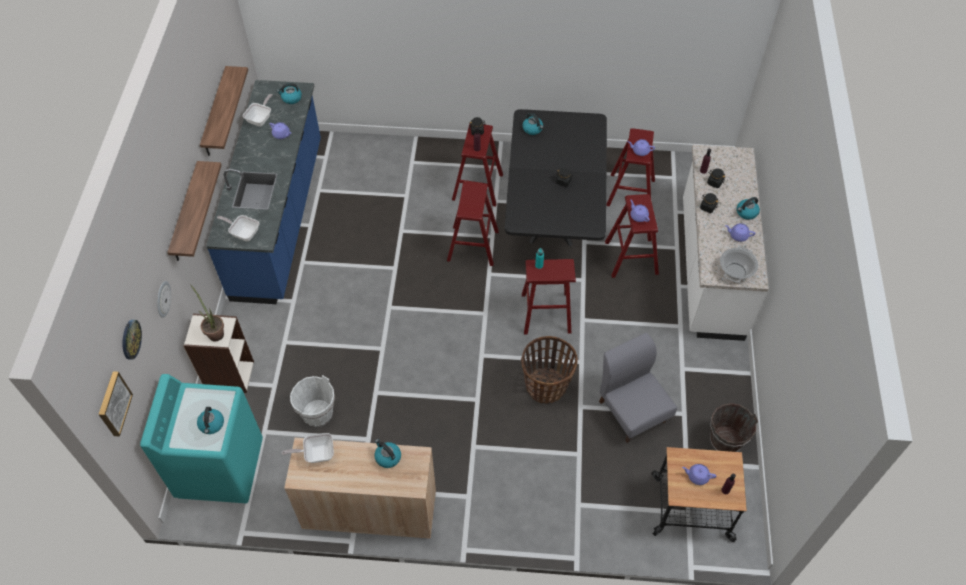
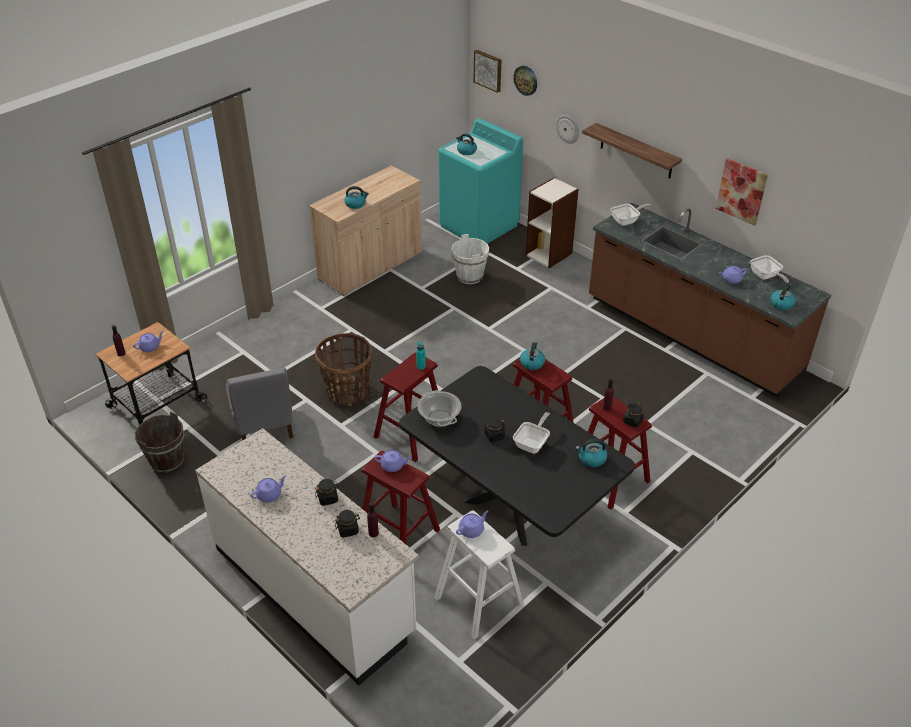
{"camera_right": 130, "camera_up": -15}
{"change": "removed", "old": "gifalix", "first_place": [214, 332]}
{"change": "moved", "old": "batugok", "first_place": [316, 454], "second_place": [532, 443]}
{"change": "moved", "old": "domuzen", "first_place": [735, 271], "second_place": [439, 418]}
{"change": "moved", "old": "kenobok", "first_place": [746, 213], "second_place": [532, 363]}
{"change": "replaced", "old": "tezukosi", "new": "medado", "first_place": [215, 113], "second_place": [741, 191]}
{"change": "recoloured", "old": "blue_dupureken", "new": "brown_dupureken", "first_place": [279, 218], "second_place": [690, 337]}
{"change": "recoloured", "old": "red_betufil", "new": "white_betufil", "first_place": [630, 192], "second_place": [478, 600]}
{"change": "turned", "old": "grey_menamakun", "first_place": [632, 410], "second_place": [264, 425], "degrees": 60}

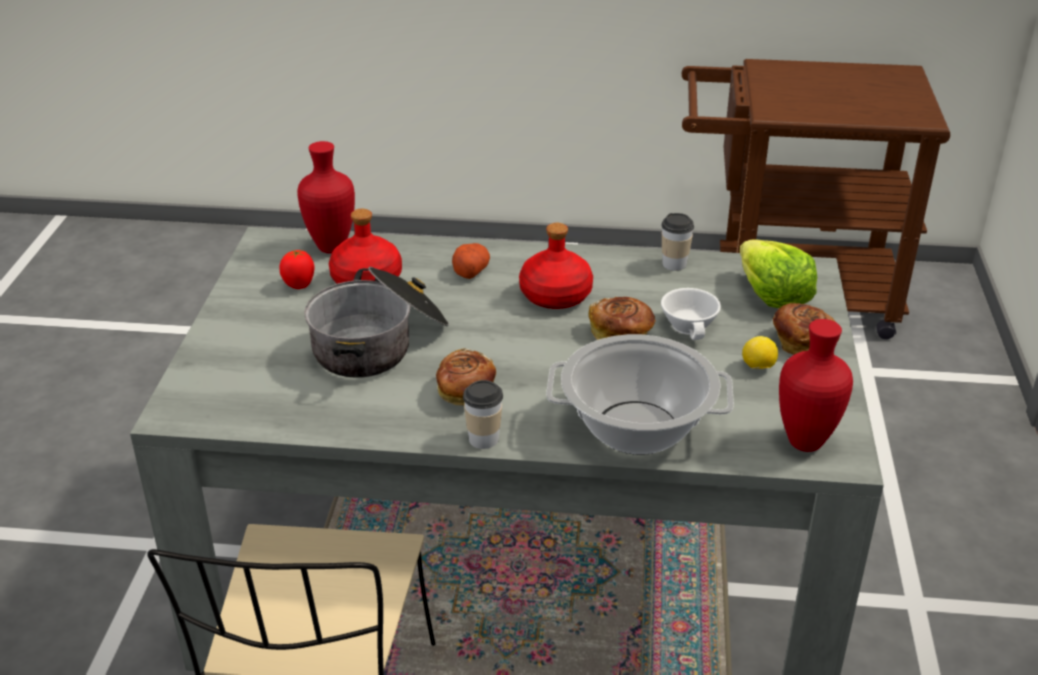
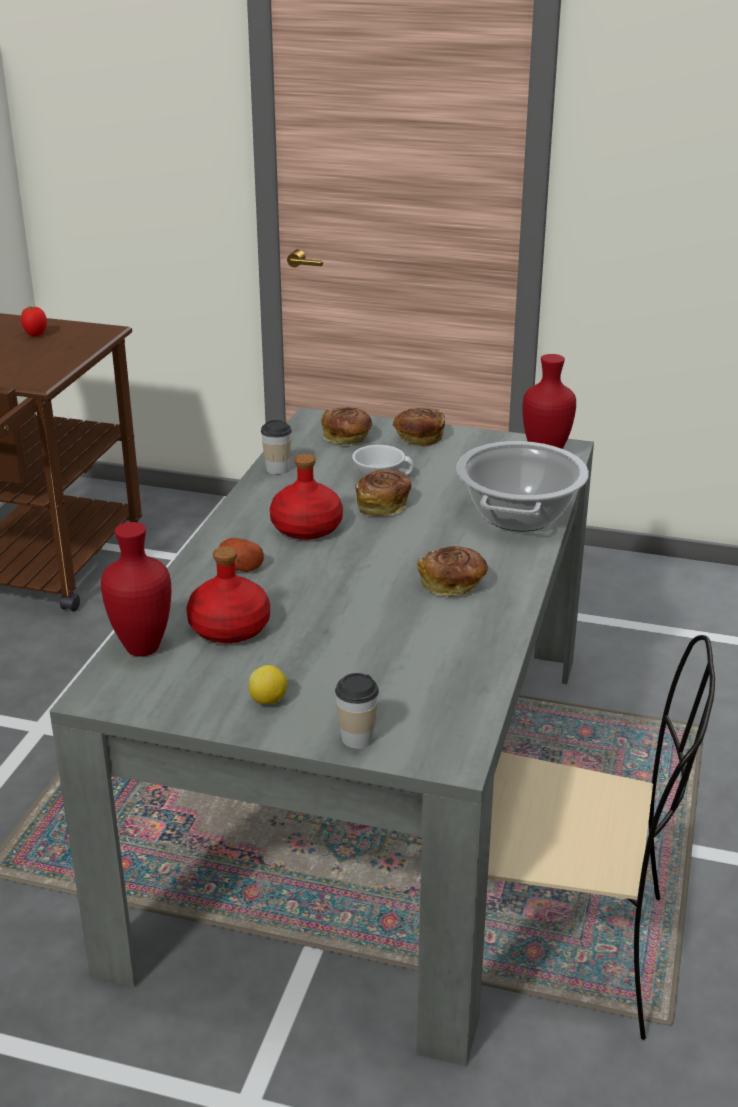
{"camera_right": -80, "camera_up": -5}
{"change": "removed", "old": "domuzen", "first_place": [380, 344]}
{"change": "moved", "old": "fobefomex", "first_place": [299, 286], "second_place": [35, 335]}
{"change": "moved", "old": "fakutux", "first_place": [483, 439], "second_place": [357, 738]}
{"change": "moved", "old": "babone", "first_place": [758, 367], "second_place": [268, 701]}
{"change": "replaced", "old": "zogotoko", "new": "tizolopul", "first_place": [772, 295], "second_place": [347, 438]}

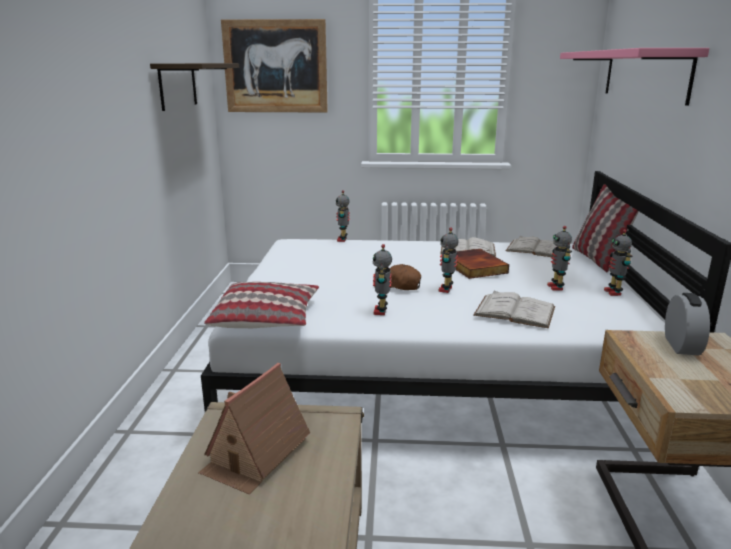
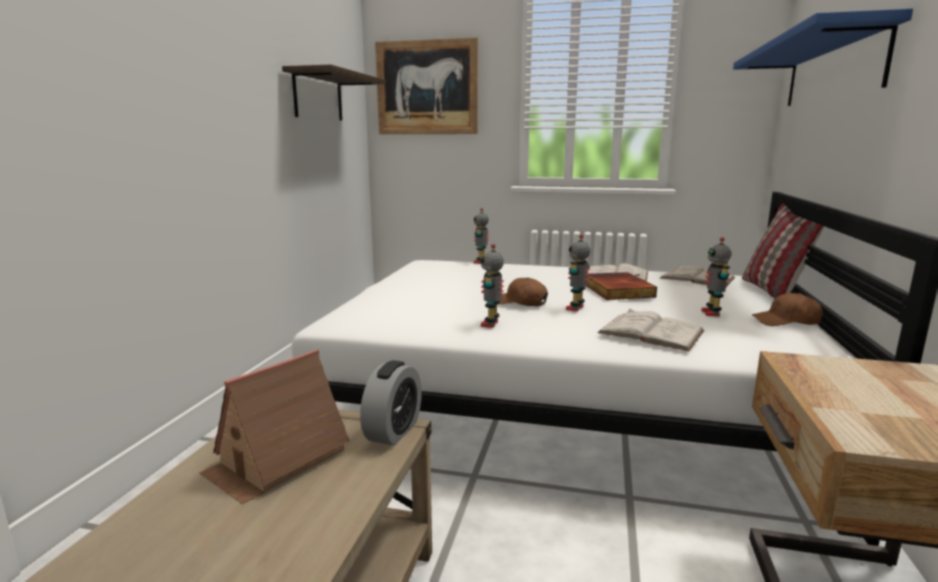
{"camera_right": 10, "camera_up": -5}
{"change": "removed", "old": "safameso", "first_place": [266, 318]}
{"change": "moved", "old": "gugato", "first_place": [681, 346], "second_place": [393, 431]}
{"change": "replaced", "old": "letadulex", "new": "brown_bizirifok", "first_place": [614, 292], "second_place": [786, 321]}
{"change": "recoloured", "old": "pink_tezukosi", "new": "blue_tezukosi", "first_place": [644, 74], "second_place": [832, 70]}

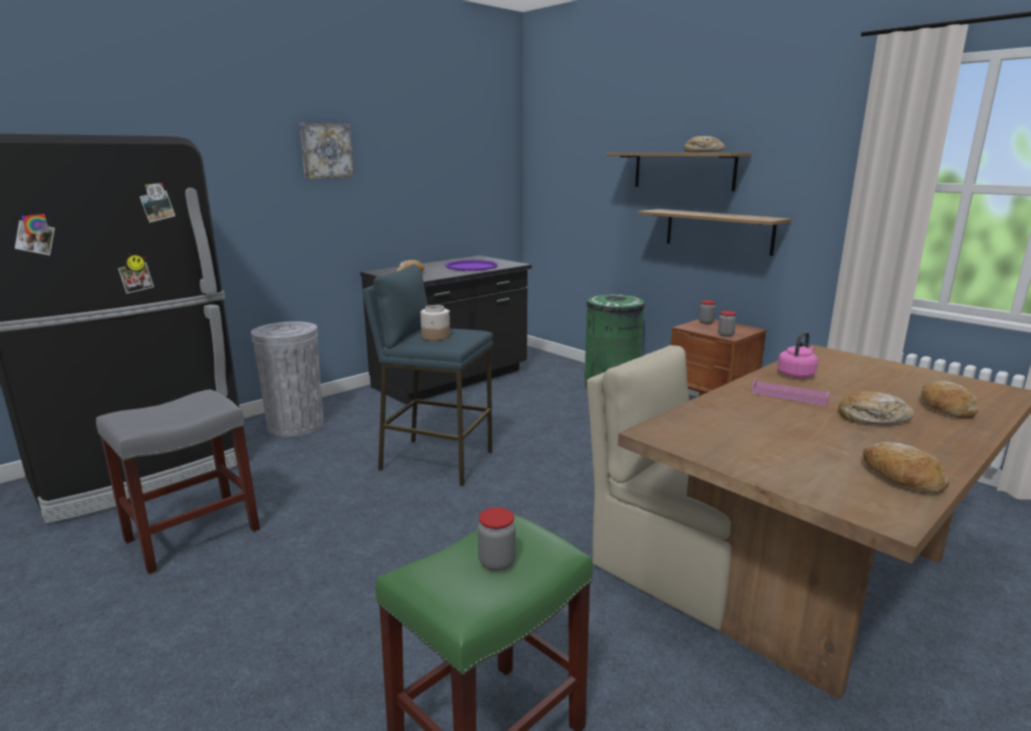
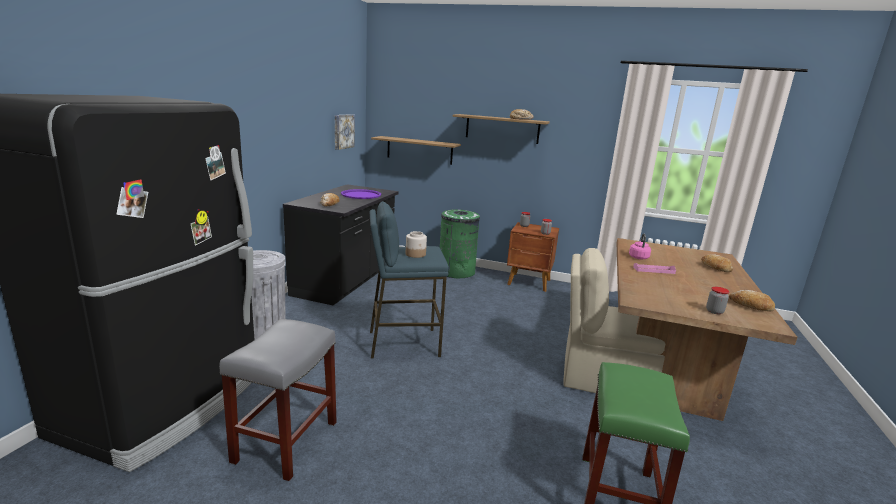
{"camera_right": -30, "camera_up": 0}
{"change": "removed", "old": "tizolopul", "first_place": [872, 418]}
{"change": "moved", "old": "medado", "first_place": [326, 151], "second_place": [343, 131]}
{"change": "moved", "old": "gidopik", "first_place": [497, 562], "second_place": [714, 311]}
{"change": "moved", "old": "tezukosi", "first_place": [718, 231], "second_place": [419, 150]}

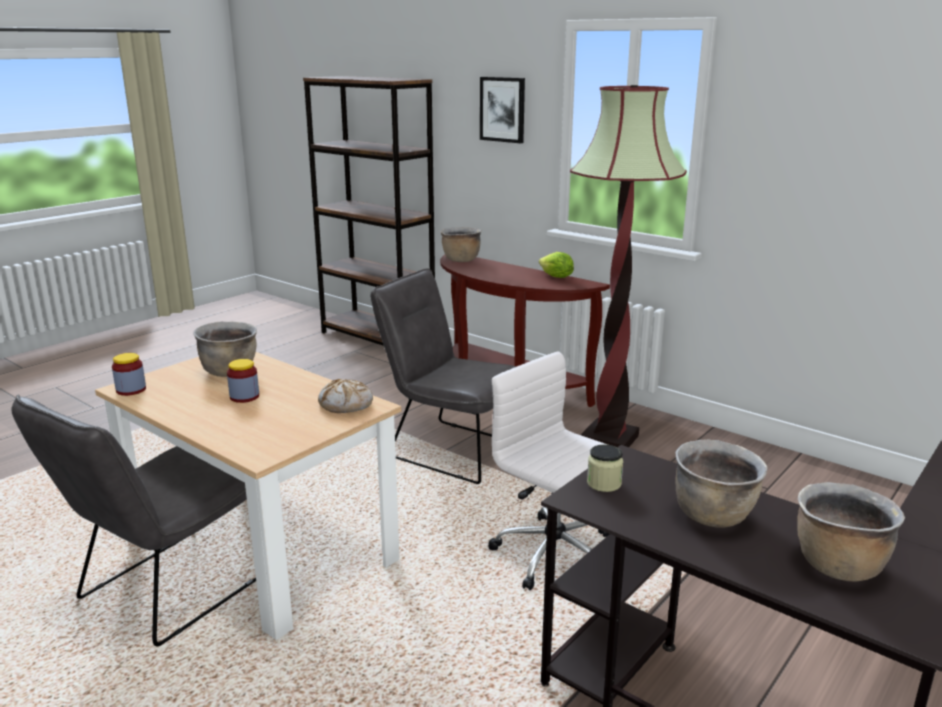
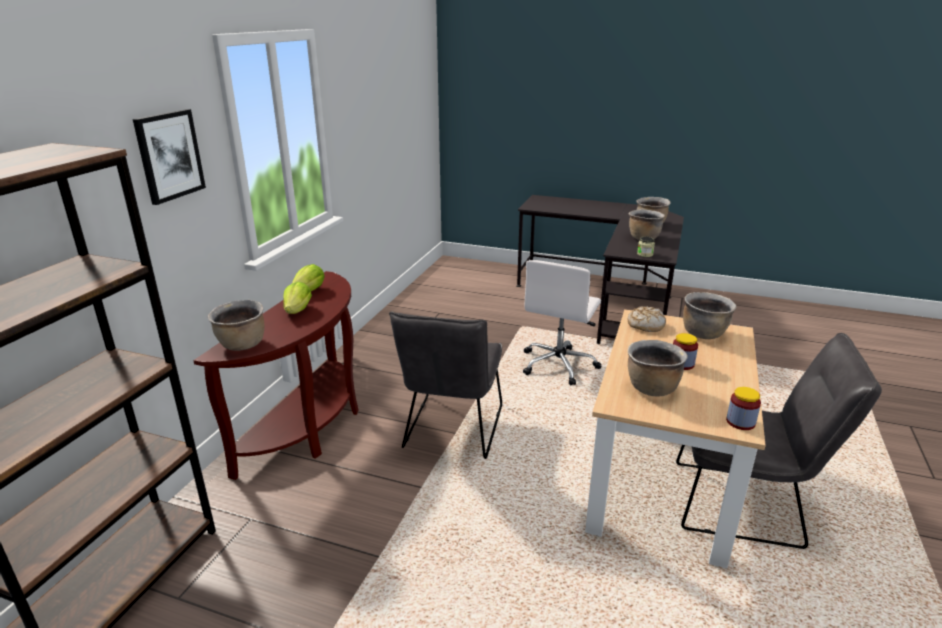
{"camera_right": -110, "camera_up": 5}
{"change": "removed", "old": "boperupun", "first_place": [609, 439]}
{"change": "added", "new": "zogotoko", "second_place": [298, 310]}
{"change": "added", "new": "brown_domuzen", "second_place": [703, 333]}

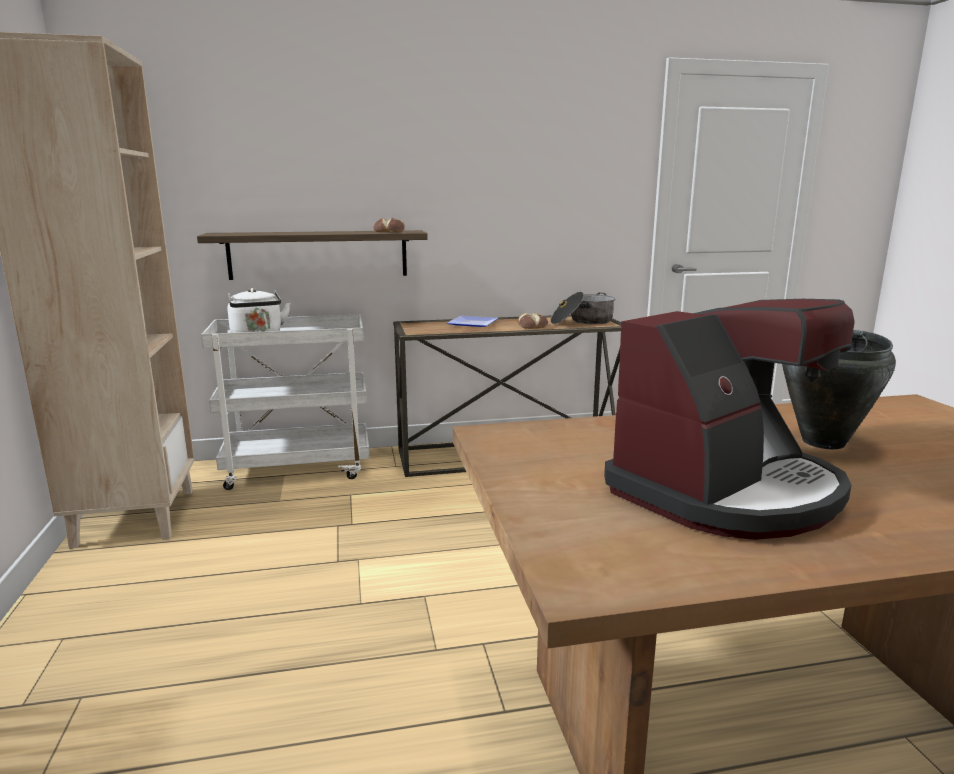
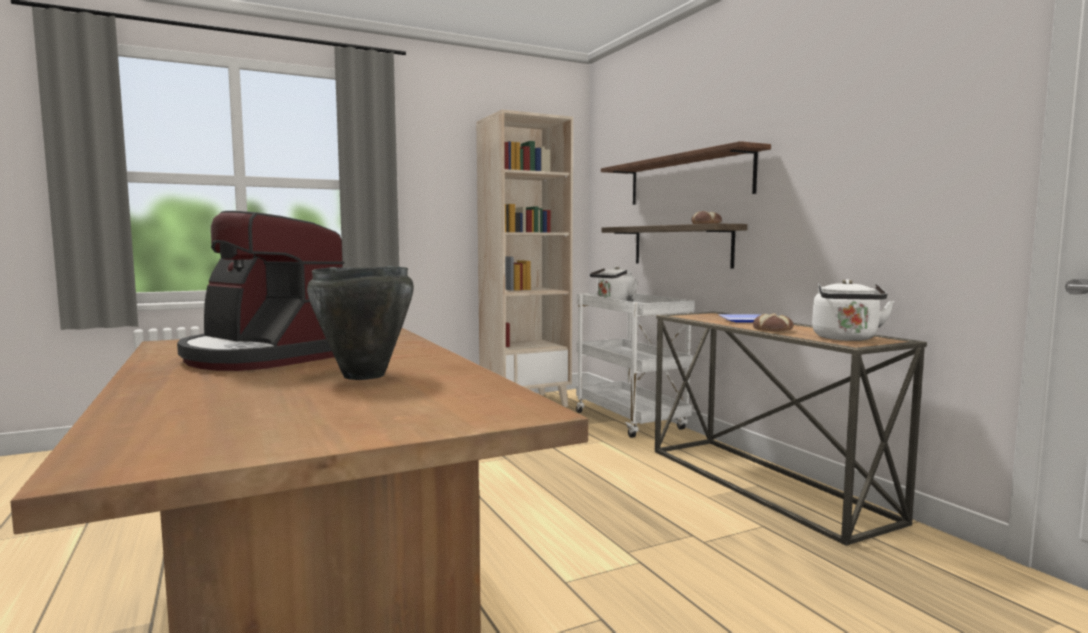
{"camera_right": 75, "camera_up": -10}
{"change": "added", "new": "tezukosi", "second_place": [687, 179]}
{"change": "replaced", "old": "domuzen", "new": "white_kenobok", "first_place": [582, 321], "second_place": [846, 339]}

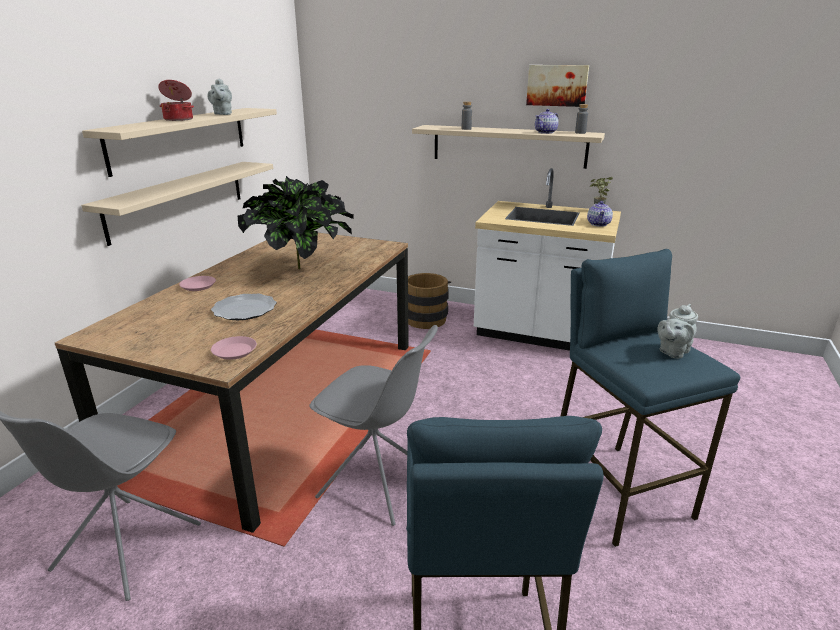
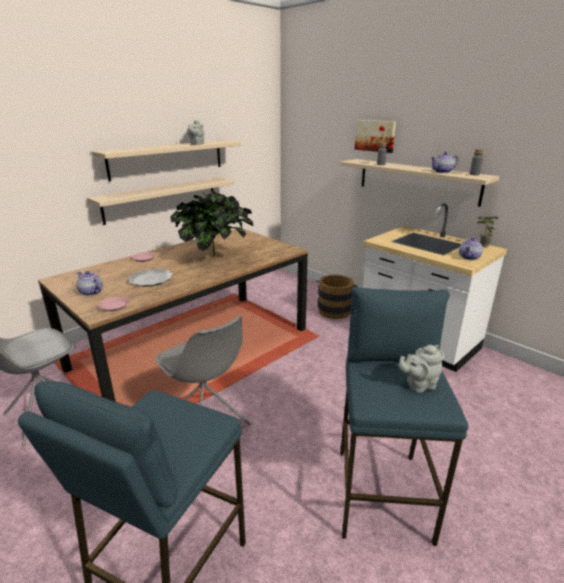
{"camera_right": 25, "camera_up": 0}
{"change": "removed", "old": "domuzen", "first_place": [179, 119]}
{"change": "added", "new": "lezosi", "second_place": [91, 292]}
{"change": "moved", "old": "medado", "first_place": [557, 85], "second_place": [375, 135]}

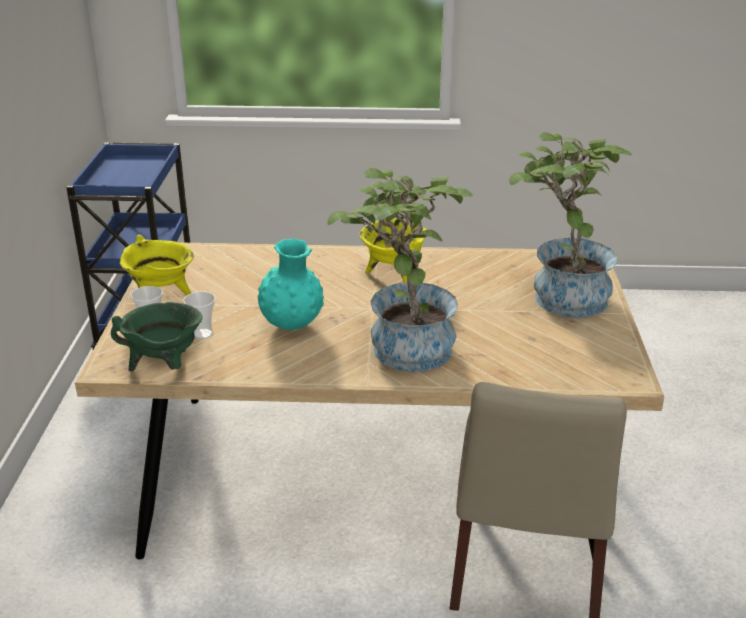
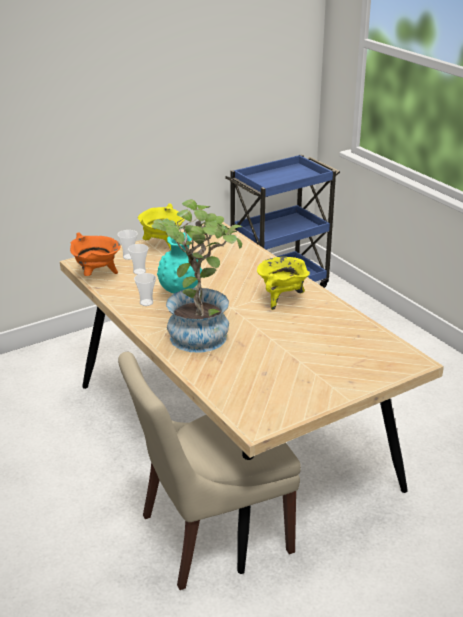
{"camera_right": 55, "camera_up": 0}
{"change": "removed", "old": "gifalix", "first_place": [560, 295]}
{"change": "added", "new": "fakutux", "second_place": [146, 302]}
{"change": "recoloured", "old": "green_domuzen", "new": "orange_domuzen", "first_place": [165, 367], "second_place": [97, 275]}

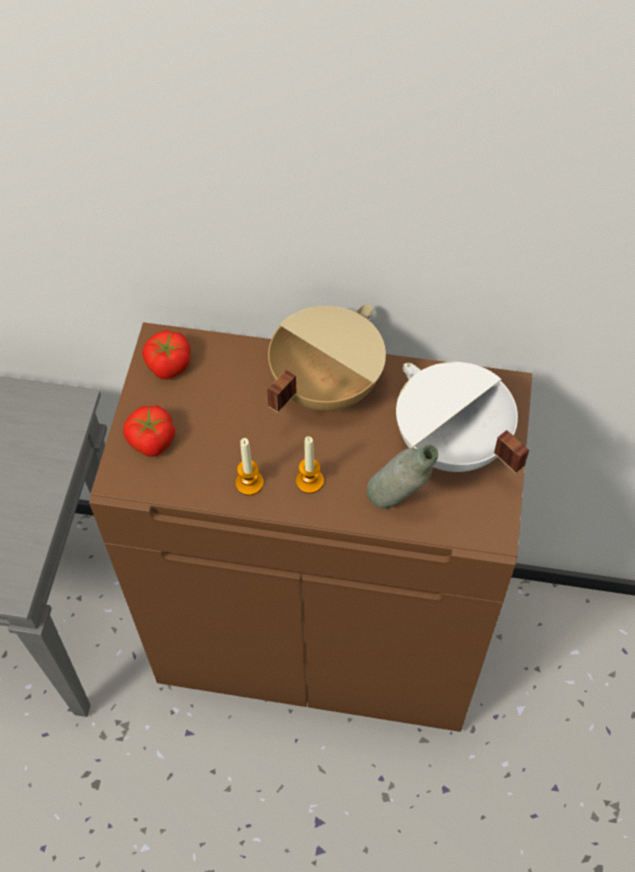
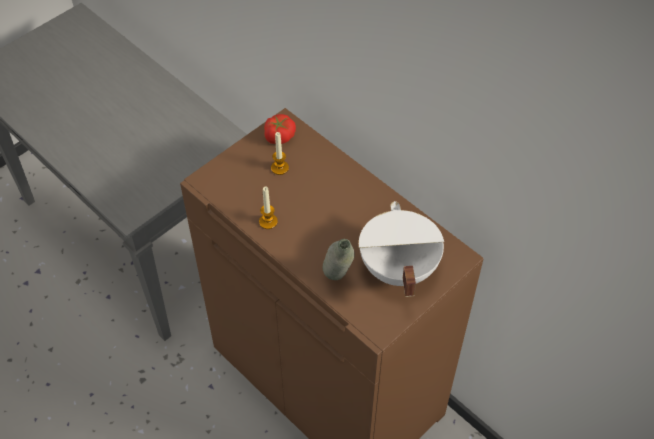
{"camera_right": 35, "camera_up": -5}
{"change": "removed", "old": "fobefomex", "first_place": [151, 440]}
{"change": "removed", "old": "beige_domuzen", "first_place": [324, 385]}
{"change": "moved", "old": "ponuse", "first_place": [309, 481], "second_place": [279, 168]}

